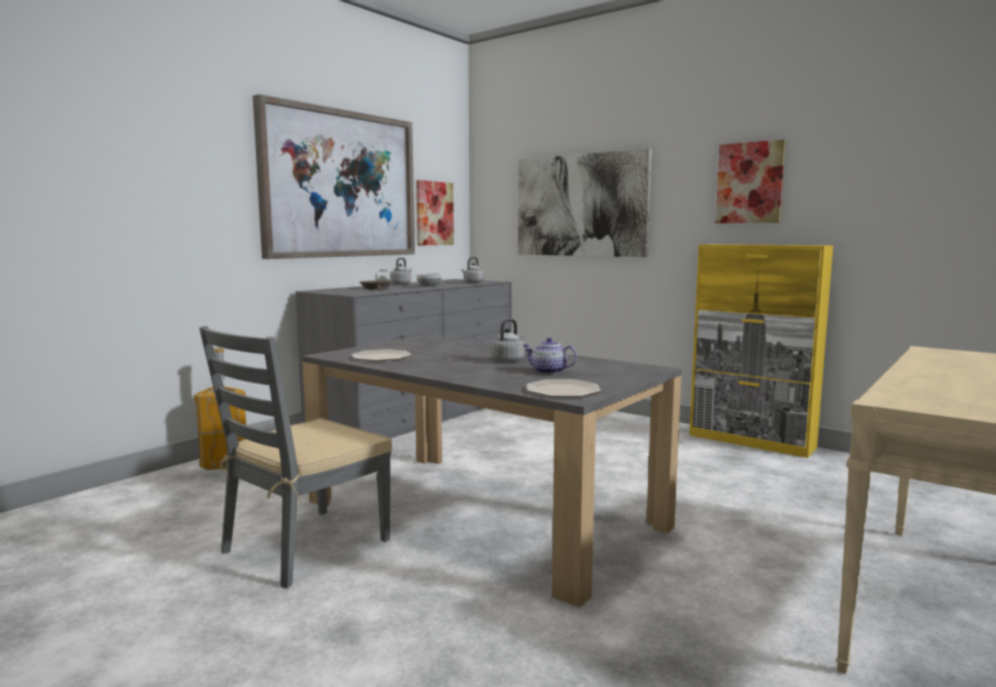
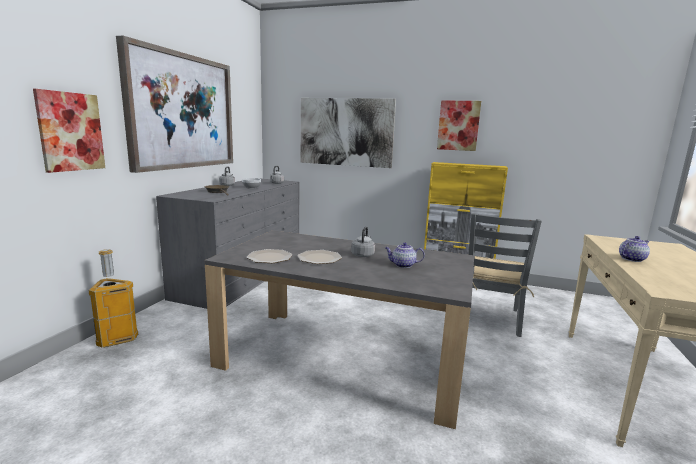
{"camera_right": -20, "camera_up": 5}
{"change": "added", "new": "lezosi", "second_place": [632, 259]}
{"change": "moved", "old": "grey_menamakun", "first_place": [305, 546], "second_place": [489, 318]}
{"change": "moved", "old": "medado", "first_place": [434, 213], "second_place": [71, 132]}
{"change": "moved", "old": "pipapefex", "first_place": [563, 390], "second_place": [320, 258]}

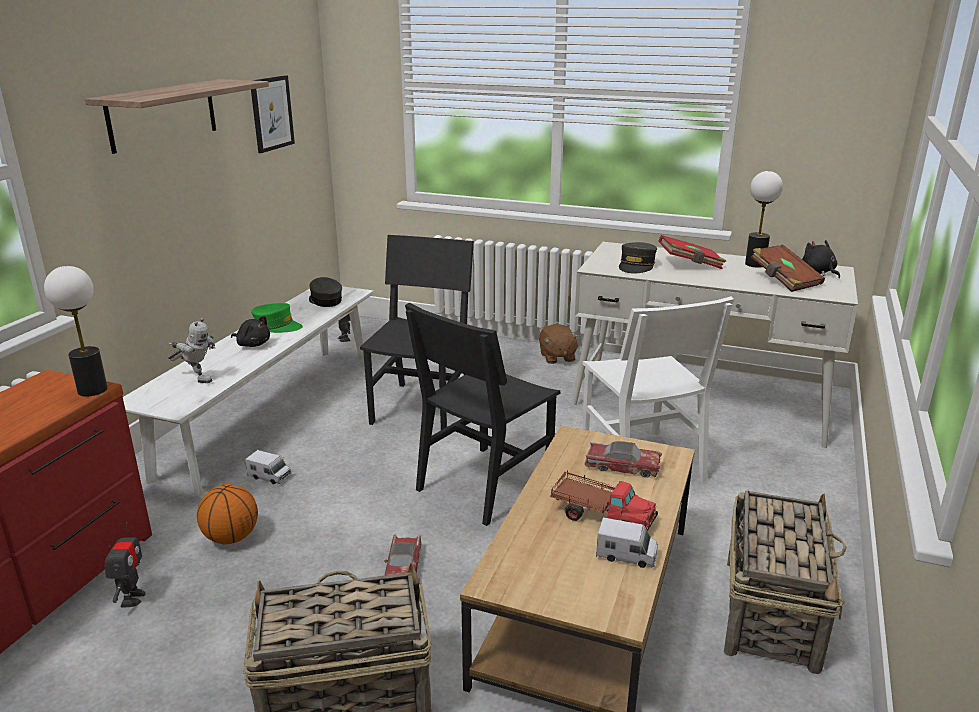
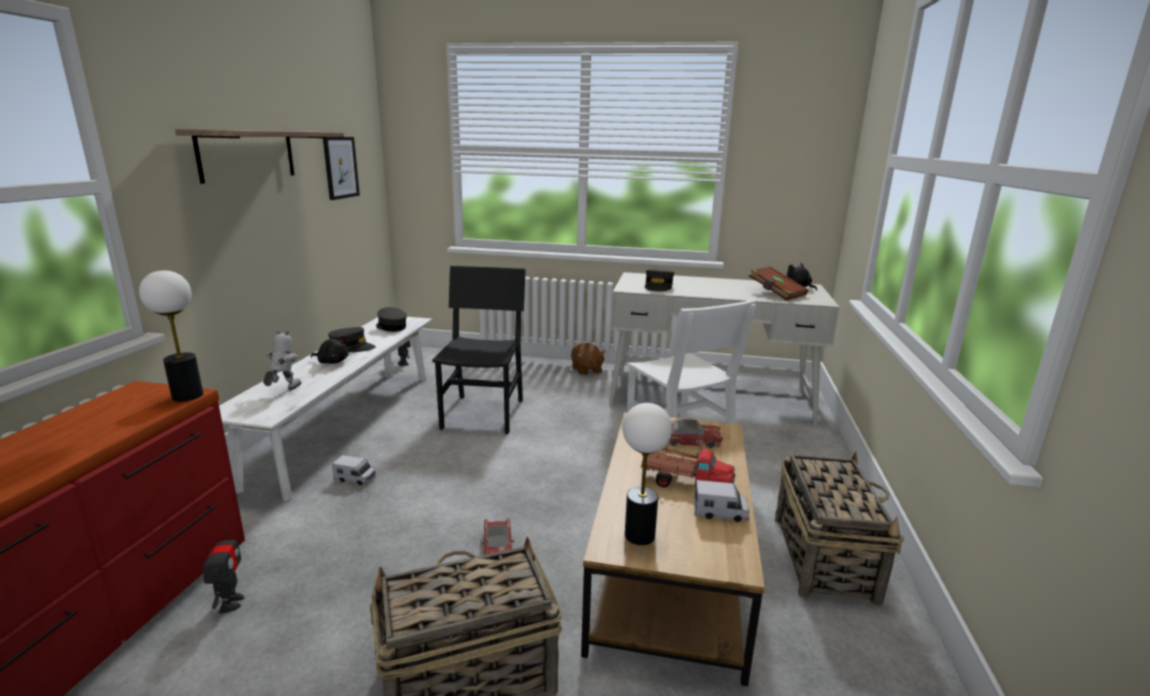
{"camera_right": -10, "camera_up": -5}
{"change": "removed", "old": "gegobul", "first_place": [231, 537]}
{"change": "removed", "old": "black_menamakun", "first_place": [484, 483]}
{"change": "removed", "old": "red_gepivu", "first_place": [690, 264]}
{"change": "moved", "old": "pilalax", "first_place": [755, 264], "second_place": [639, 535]}
{"change": "recoloured", "old": "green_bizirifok", "new": "grey_bizirifok", "first_place": [277, 326], "second_place": [352, 347]}
{"change": "turned", "old": "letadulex", "first_place": [197, 378], "second_place": [284, 391], "degrees": -90}

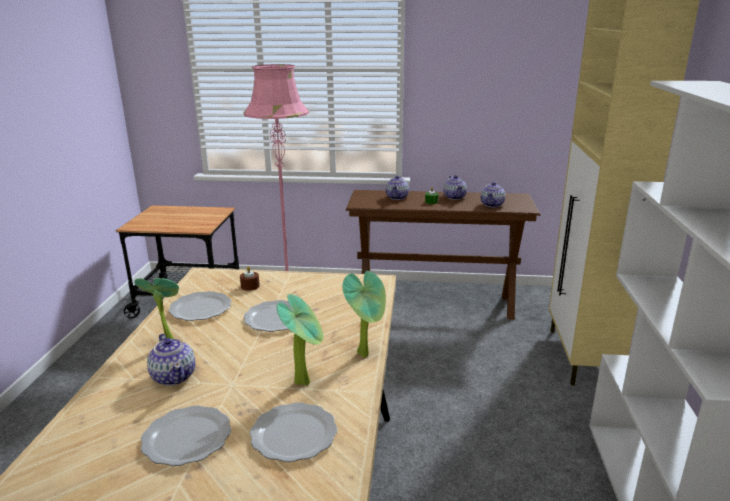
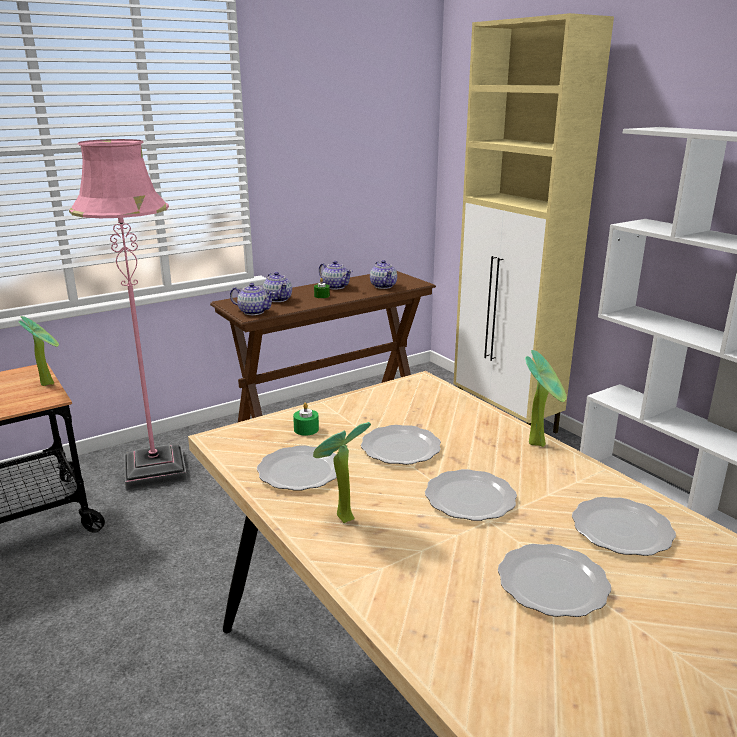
{"camera_right": -40, "camera_up": 0}
{"change": "added", "new": "pipapefex", "second_place": [469, 498]}
{"change": "moved", "old": "lezosi", "first_place": [174, 376], "second_place": [253, 312]}
{"change": "moved", "old": "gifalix", "first_place": [305, 381], "second_place": [49, 383]}
{"change": "recoloured", "old": "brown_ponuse", "new": "green_ponuse", "first_place": [250, 286], "second_place": [306, 429]}

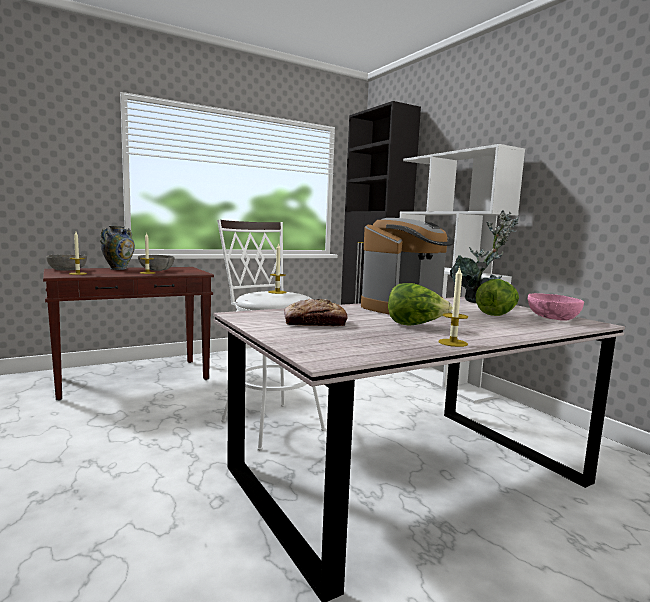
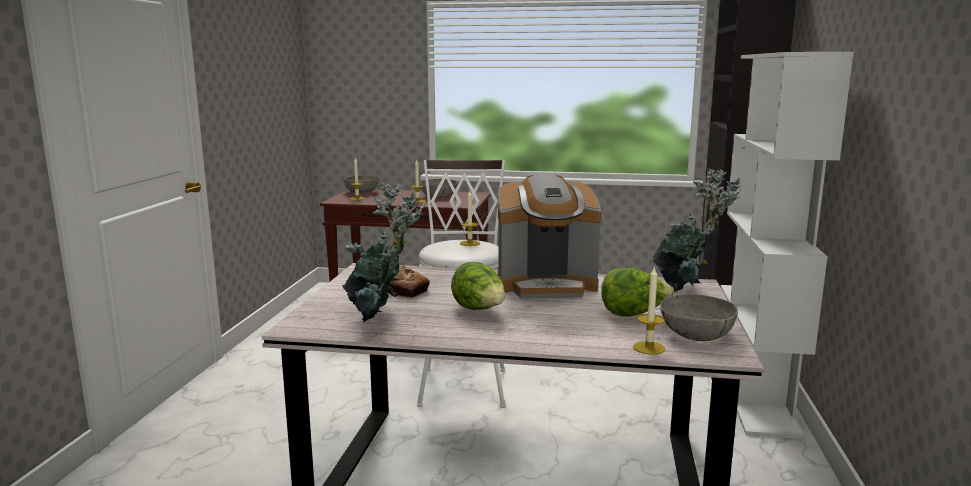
{"camera_right": 40, "camera_up": 5}
{"change": "removed", "old": "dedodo", "first_place": [118, 269]}
{"change": "added", "new": "gifalix", "second_place": [380, 319]}
{"change": "moved", "old": "ponuse", "first_place": [453, 343], "second_place": [649, 348]}
{"change": "recoloured", "old": "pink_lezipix", "new": "grey_lezipix", "first_place": [552, 318], "second_place": [696, 334]}

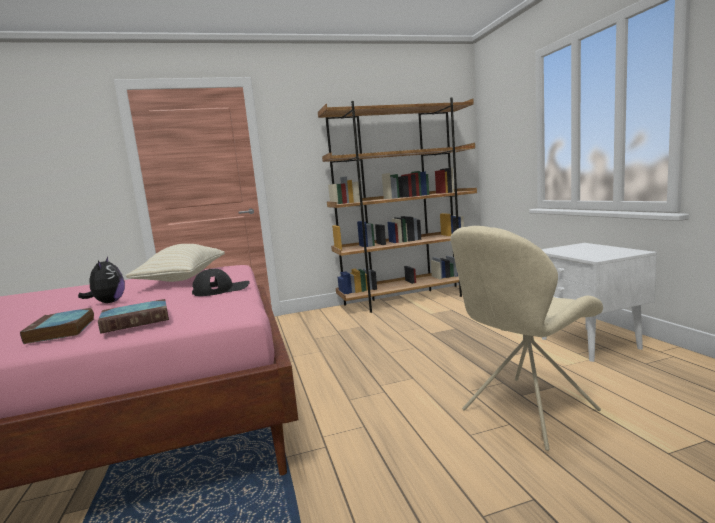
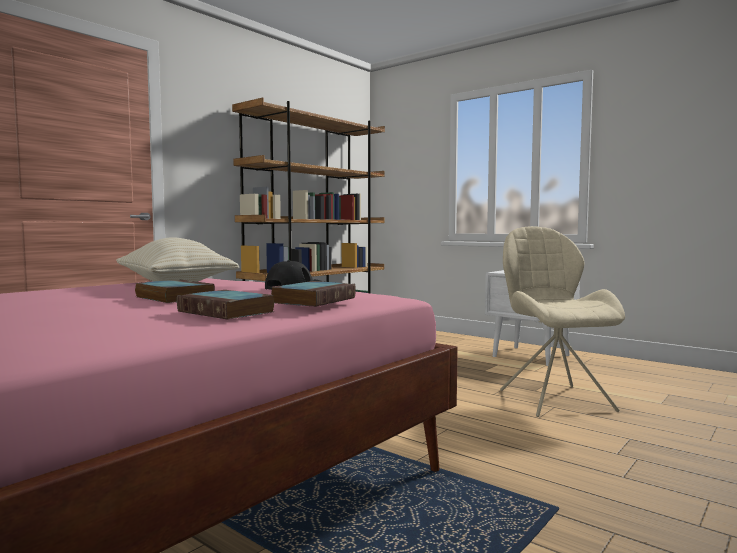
{"camera_right": -35, "camera_up": -5}
{"change": "replaced", "old": "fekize", "new": "gepivu", "first_place": [108, 303], "second_place": [173, 297]}
{"change": "turned", "old": "beige_menamakun", "first_place": [526, 412], "second_place": [554, 399], "degrees": 150}

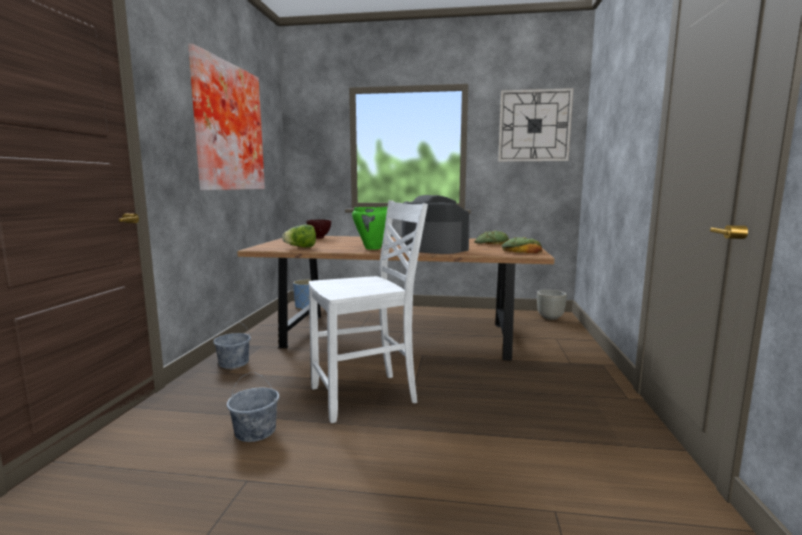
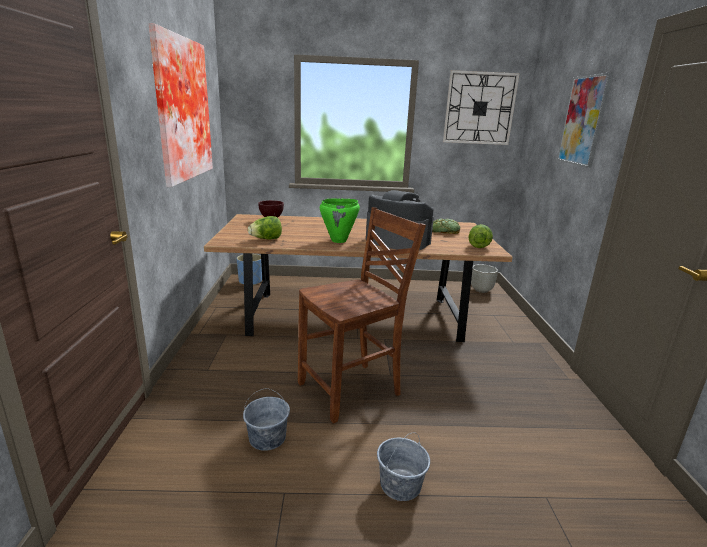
{"camera_right": -10, "camera_up": 10}
{"change": "added", "new": "medado", "second_place": [584, 121]}
{"change": "moved", "old": "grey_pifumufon", "first_place": [234, 363], "second_place": [400, 484]}
{"change": "replaced", "old": "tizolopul", "new": "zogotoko", "first_place": [521, 251], "second_place": [478, 245]}
{"change": "recoloured", "old": "white_menamakun", "new": "brown_menamakun", "first_place": [366, 396], "second_place": [352, 390]}

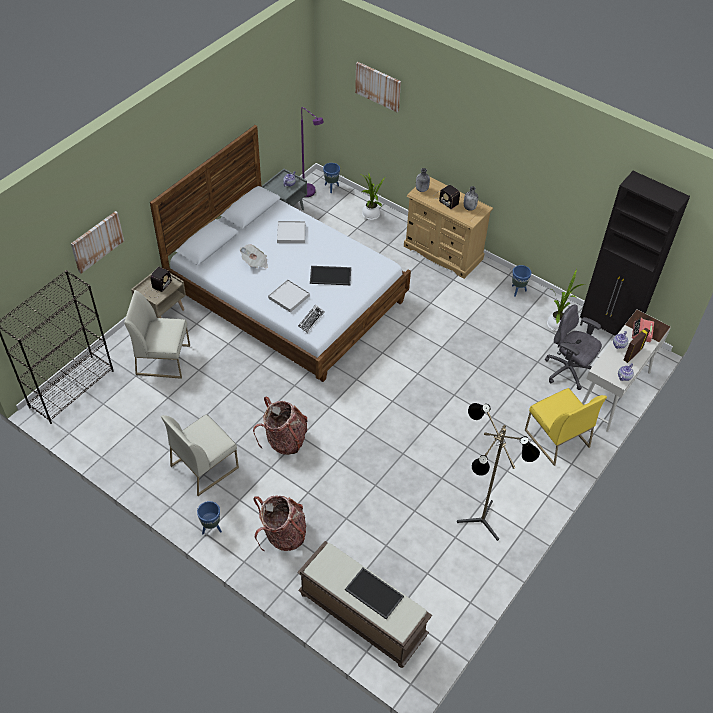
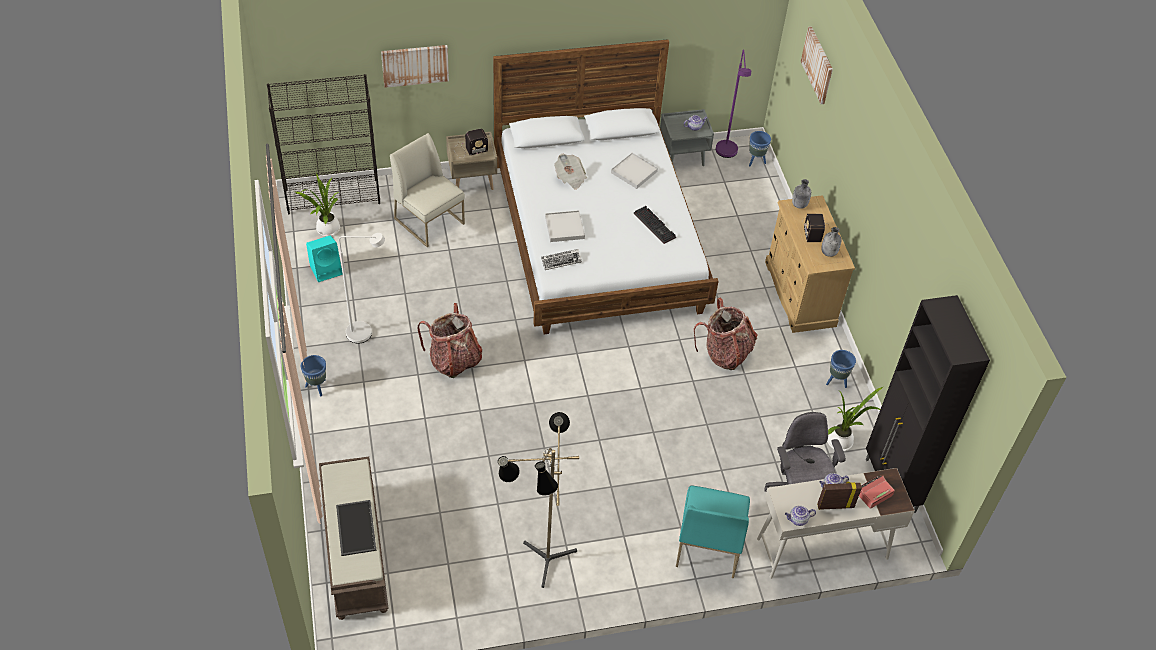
{"camera_right": 40, "camera_up": 0}
{"change": "removed", "old": "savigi", "first_place": [331, 275]}
{"change": "added", "new": "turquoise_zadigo", "second_place": [327, 269]}
{"change": "added", "new": "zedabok", "second_place": [656, 225]}
{"change": "moved", "old": "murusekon", "first_place": [283, 535], "second_place": [725, 353]}
{"change": "moved", "old": "gifalix", "first_place": [370, 216], "second_place": [326, 230]}
{"change": "replaced", "old": "white_menamakun", "new": "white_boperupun", "first_place": [204, 466], "second_place": [366, 333]}
{"change": "recoloured", "old": "yellow_menamakun", "new": "turquoise_menamakun", "first_place": [556, 438], "second_place": [708, 544]}

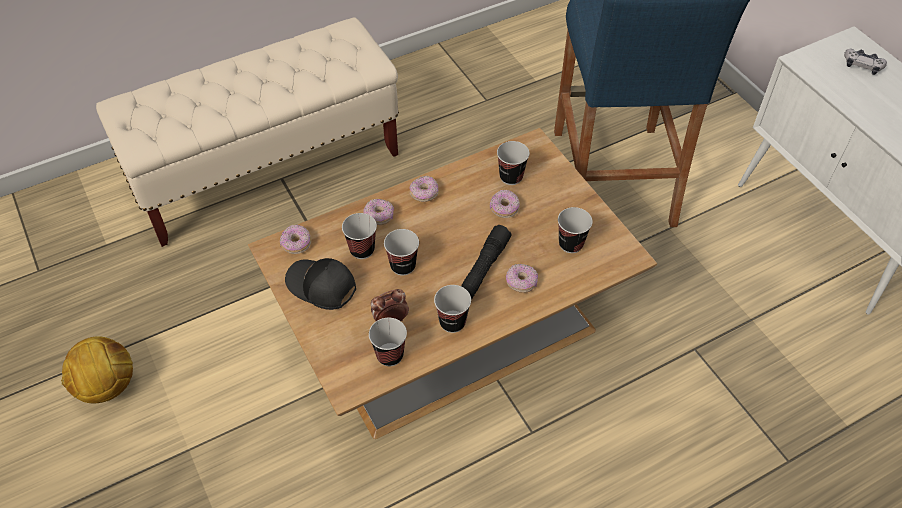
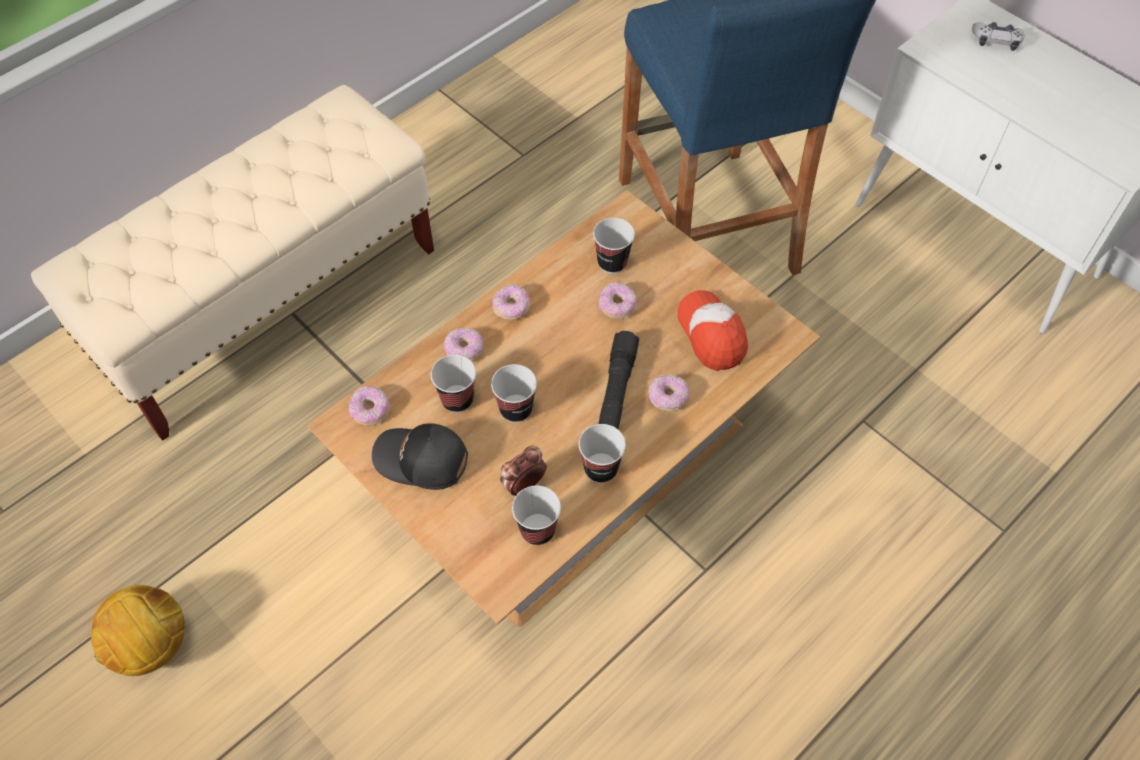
{"camera_right": -15, "camera_up": 5}
{"change": "replaced", "old": "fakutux", "new": "bizirifok", "first_place": [571, 244], "second_place": [711, 334]}

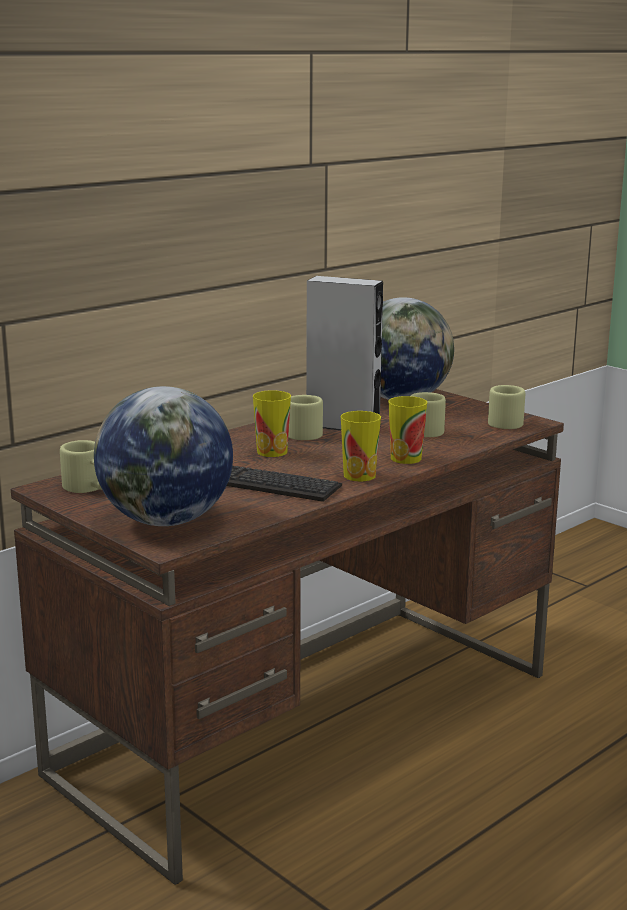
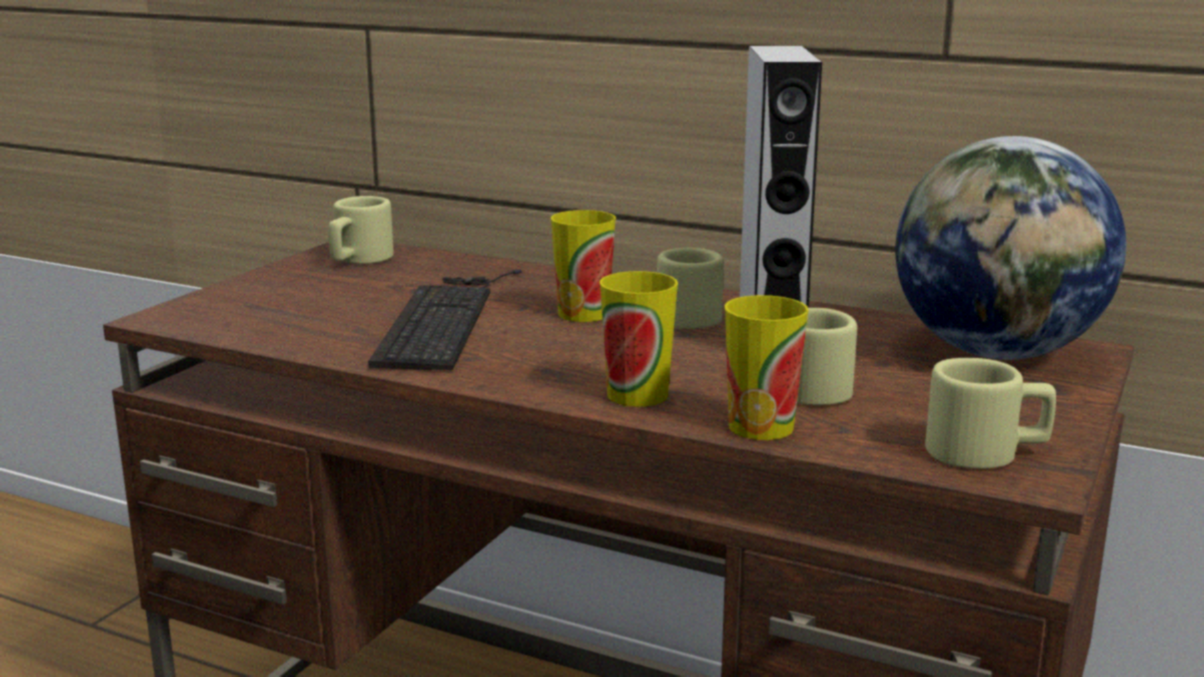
{"camera_right": 70, "camera_up": 0}
{"change": "removed", "old": "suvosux", "first_place": [165, 521]}
{"change": "moved", "old": "fakutux", "first_place": [359, 475], "second_place": [760, 427]}

